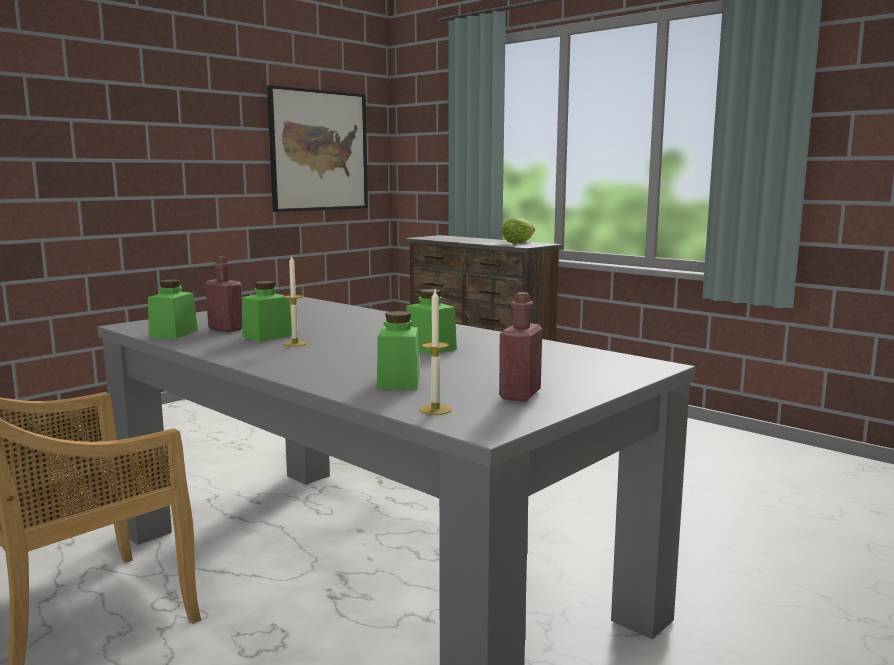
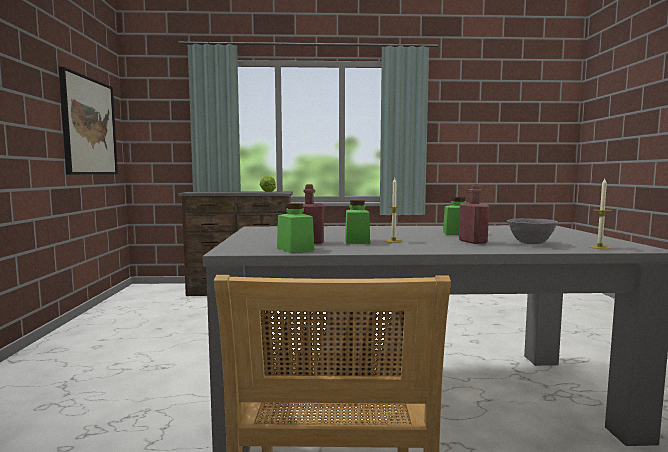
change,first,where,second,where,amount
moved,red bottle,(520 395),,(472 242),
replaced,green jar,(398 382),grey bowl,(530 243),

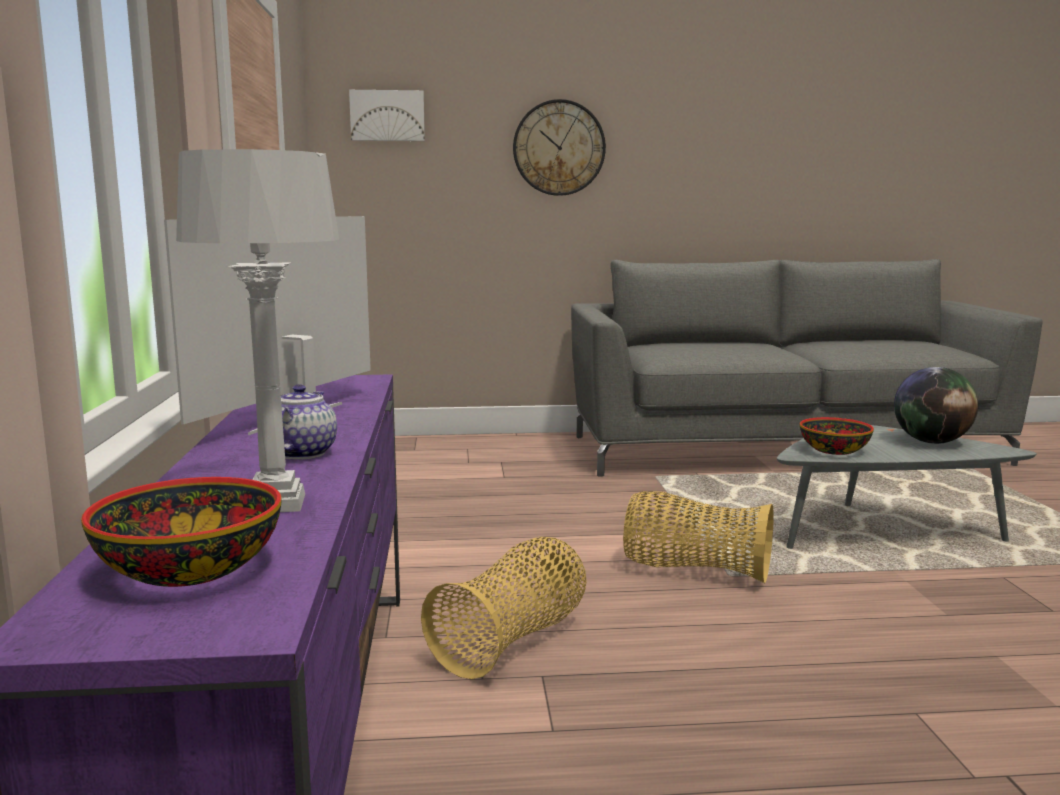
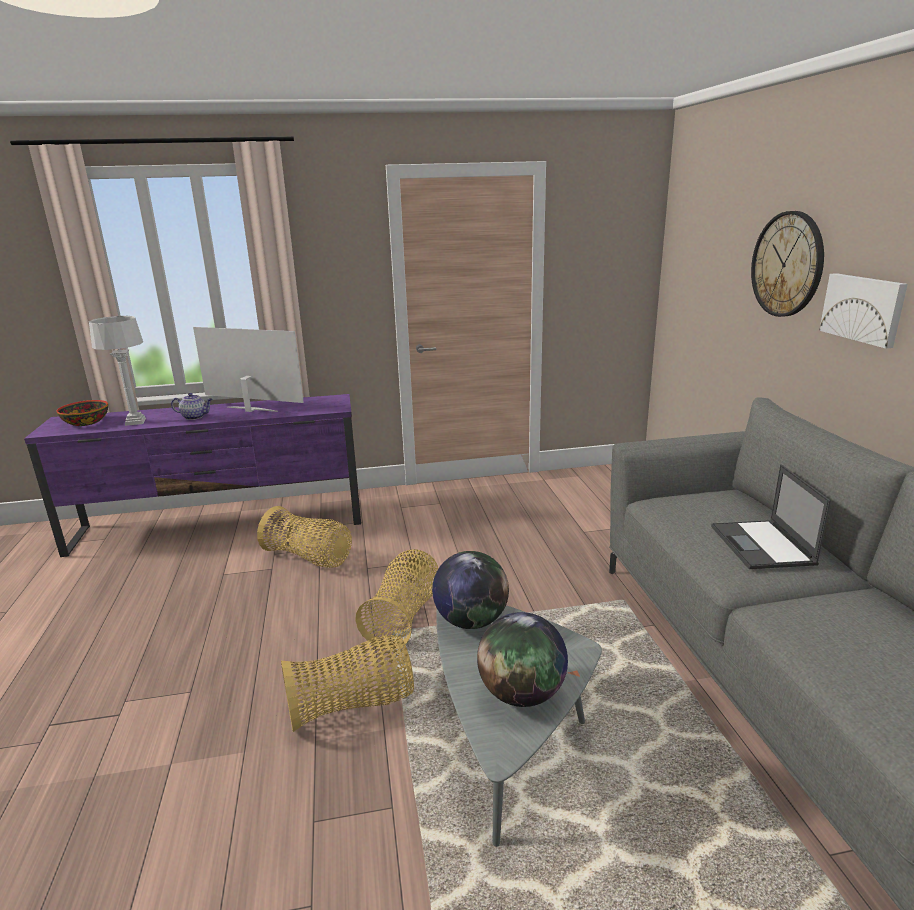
change,first,where,second,where,amount
added,,,basket,(353 705),
replaced,bowl,(834 450),globe,(471 621),
added,,,laptop,(762 545),
moved,picture,(387 116),,(863 308),

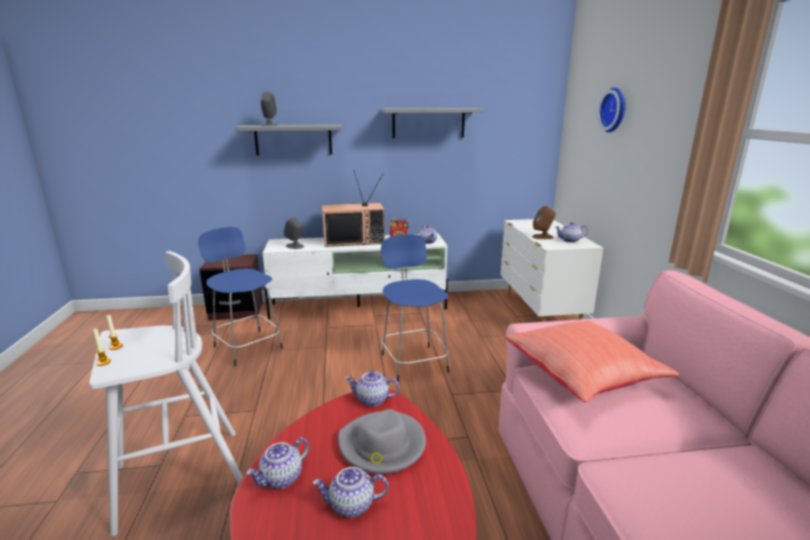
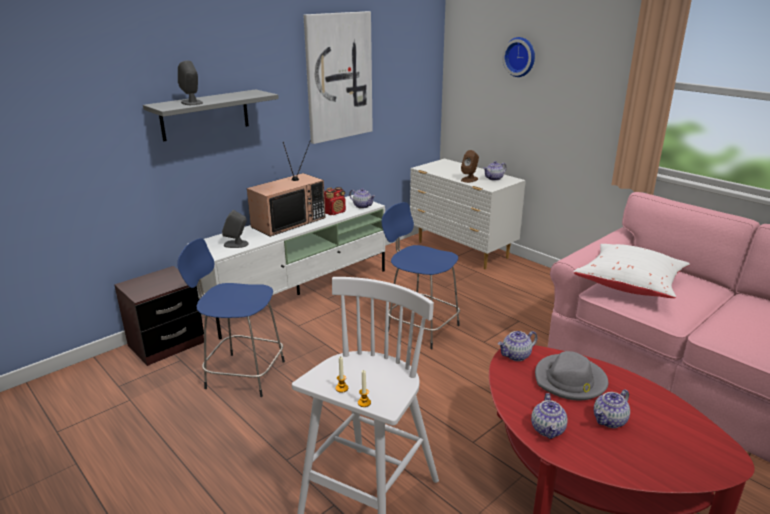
change,first,where,second,where,amount
replaced,grey shelf,(428 123),picture,(338 77),
recoloured,red pillow,(583 376),white pillow,(630 285),

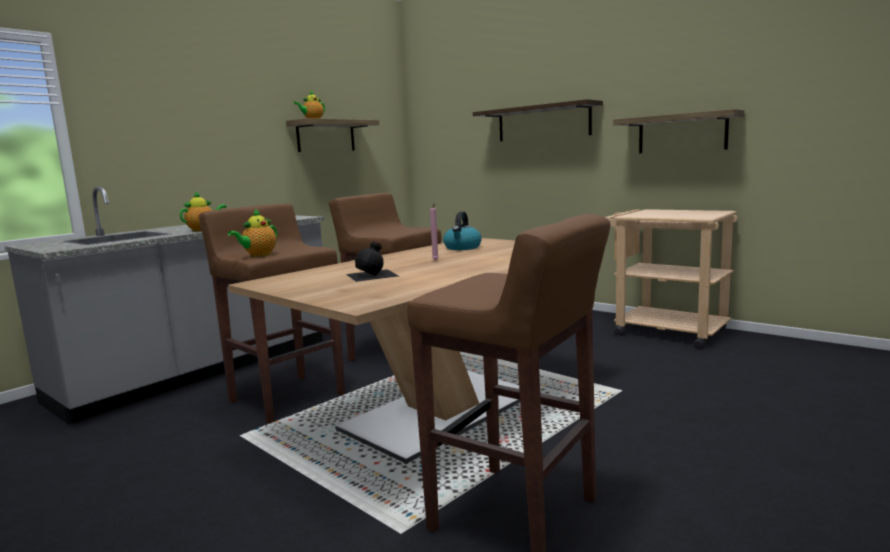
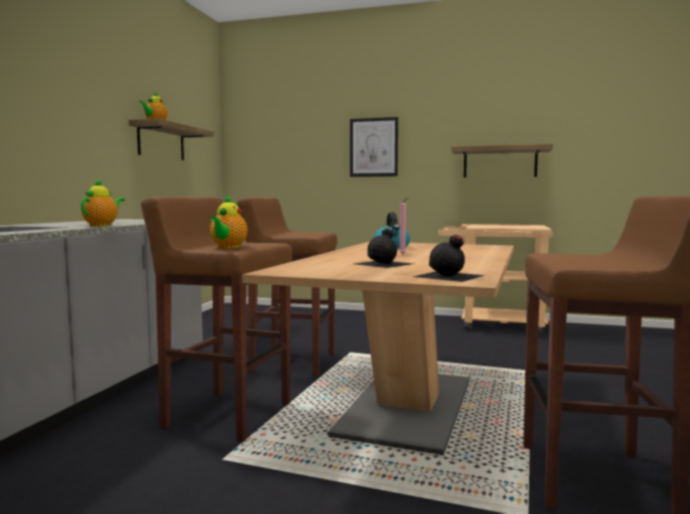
change,first,where,second,where,amount
replaced,shelf,(543 122),picture,(374 147),
added,,,black bottle,(449 276),

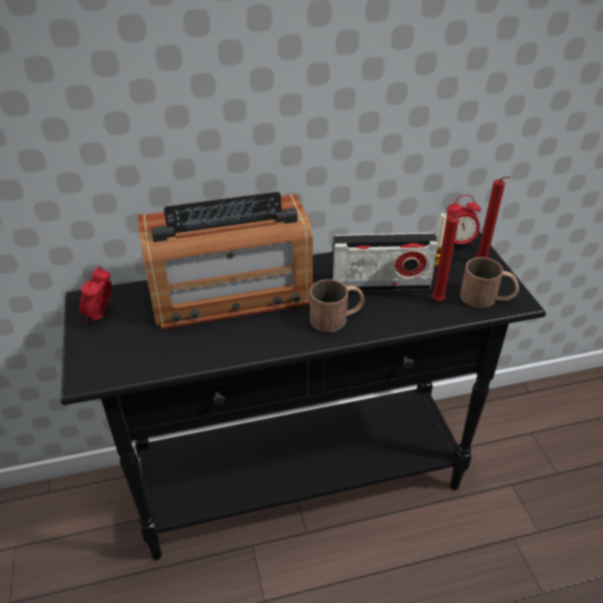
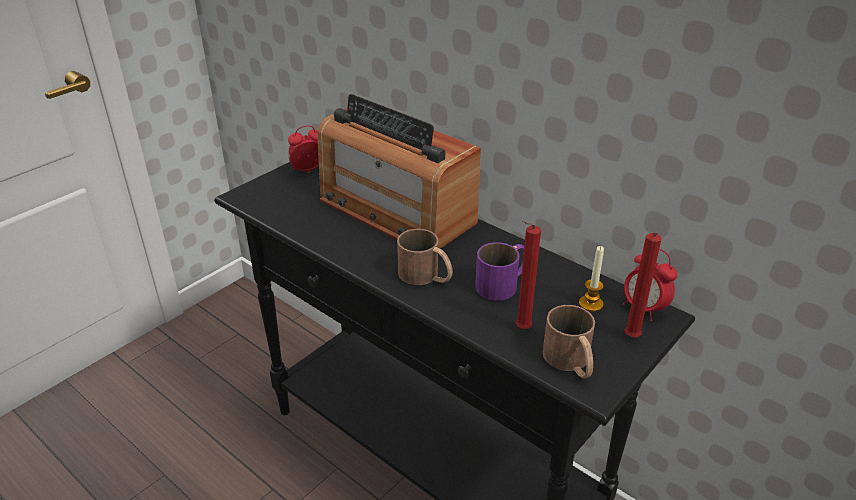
change,first,where,second,where,amount
replaced,radio,(380 284),purple mug,(503 283),

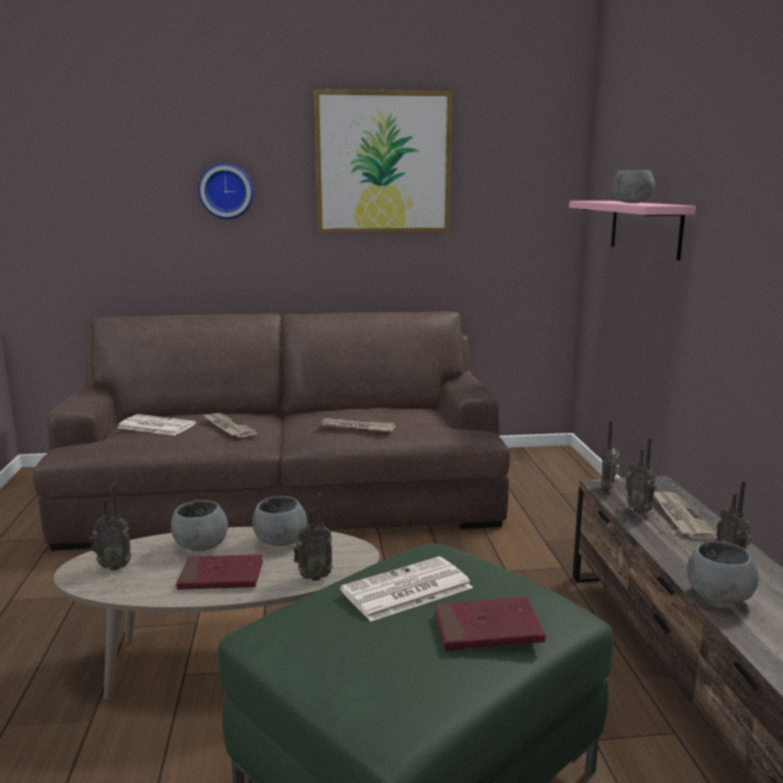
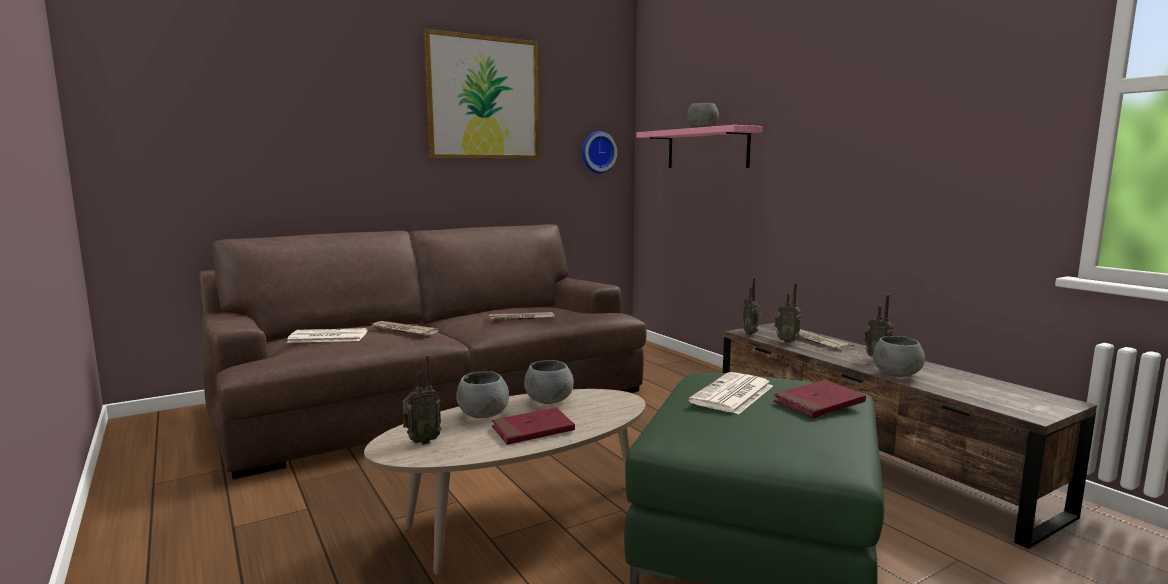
change,first,where,second,where,amount
moved,wall clock,(226 191),,(597 152),
removed,radio,(313 577),,,

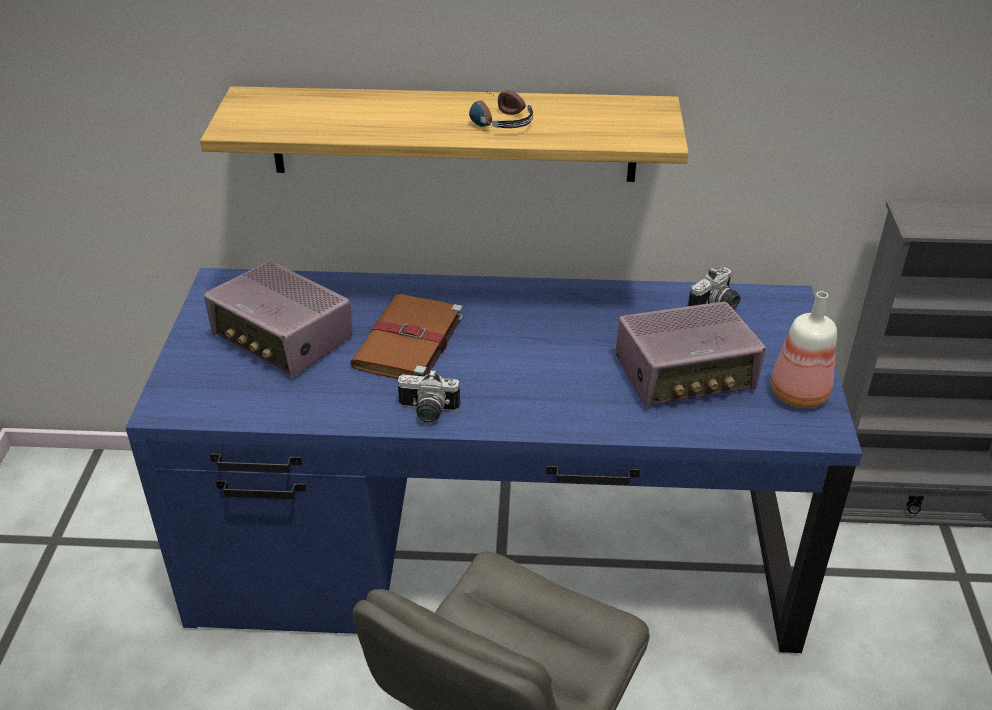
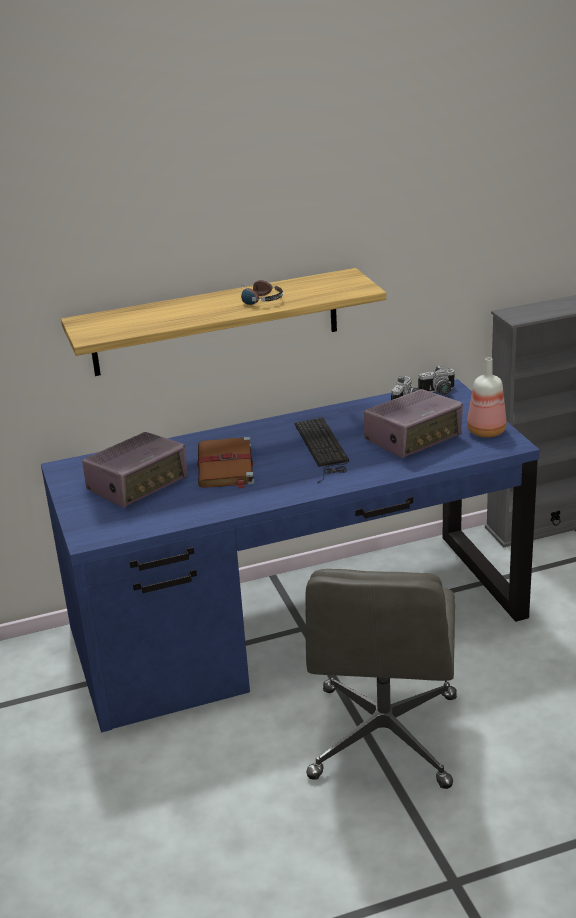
change,first,where,second,where,amount
turned,radio,(283 339),,(138 485),60 degrees counterclockwise
added,,,keyboard,(322 448),
moved,photo camera,(427 412),,(439 392),

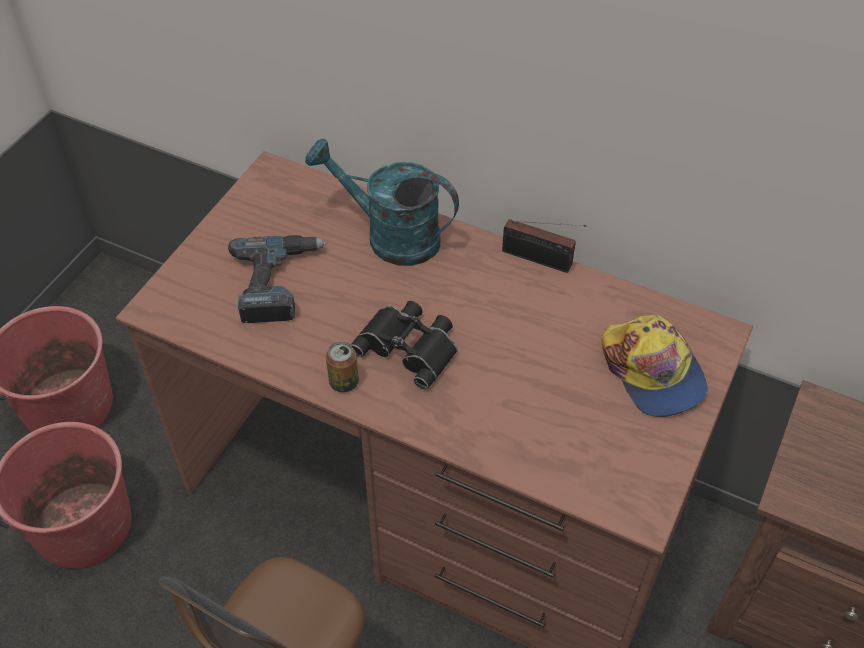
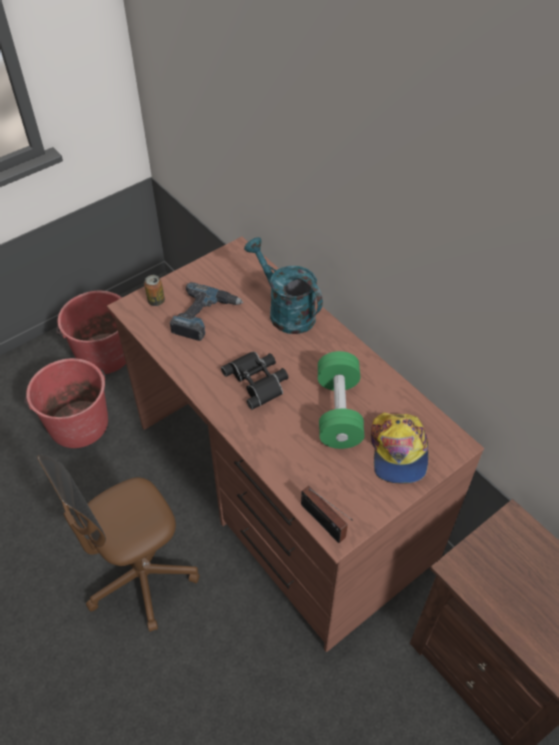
change,first,where,second,where,amount
moved,can,(344 382),,(156 301),
moved,radio,(540 260),,(324 524),
added,,,green dumbbell,(338 411),

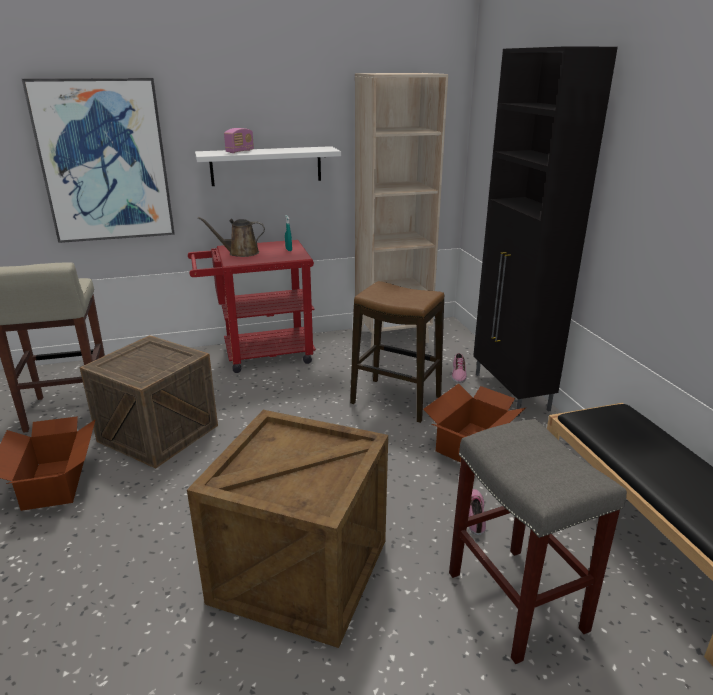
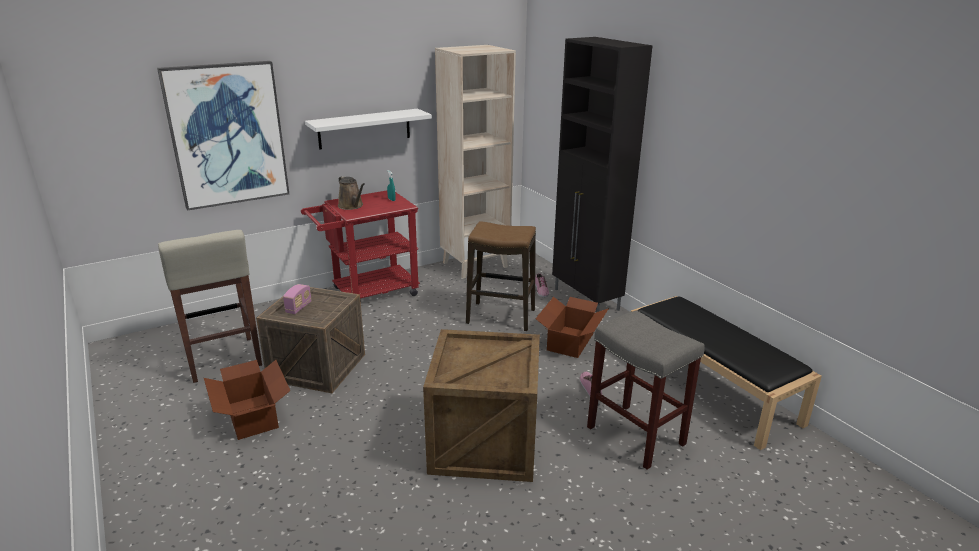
change,first,where,second,where,amount
moved,radio,(240 151),,(298 308),
turned,brown watering can,(240 253),,(352 206),105 degrees counterclockwise

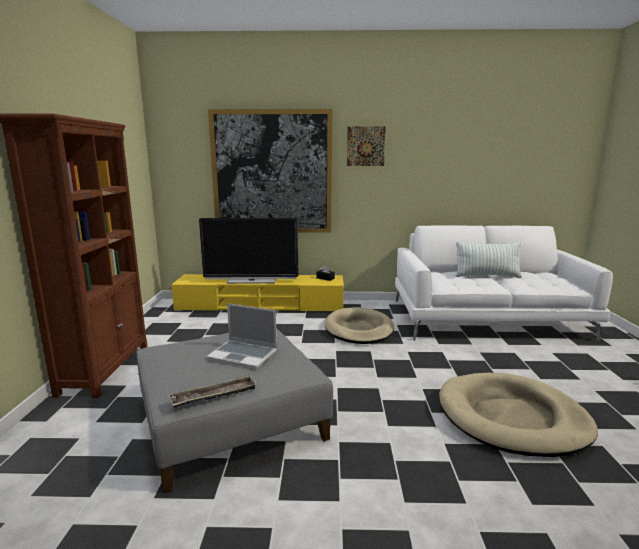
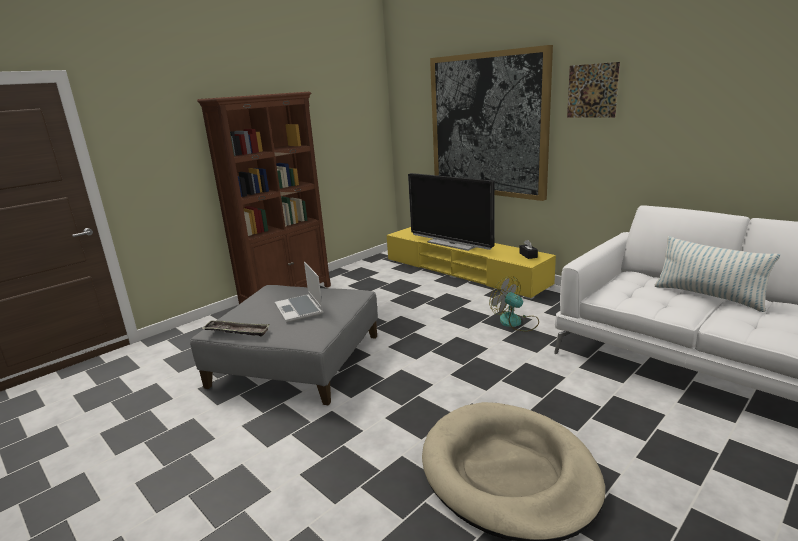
change,first,where,second,where,amount
replaced,beige dog bed,(358 329),fan,(515 322),

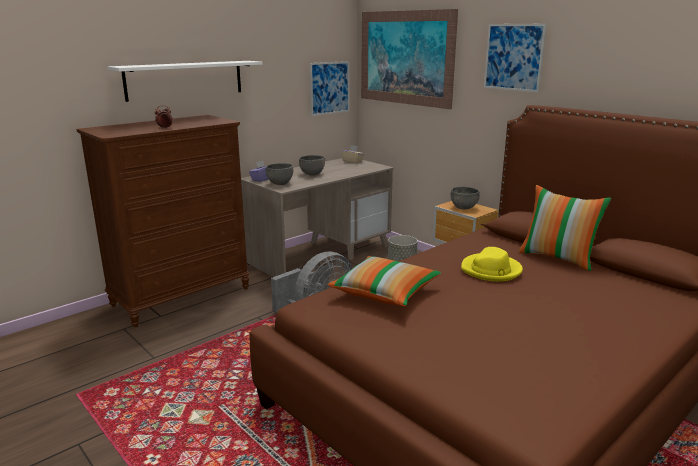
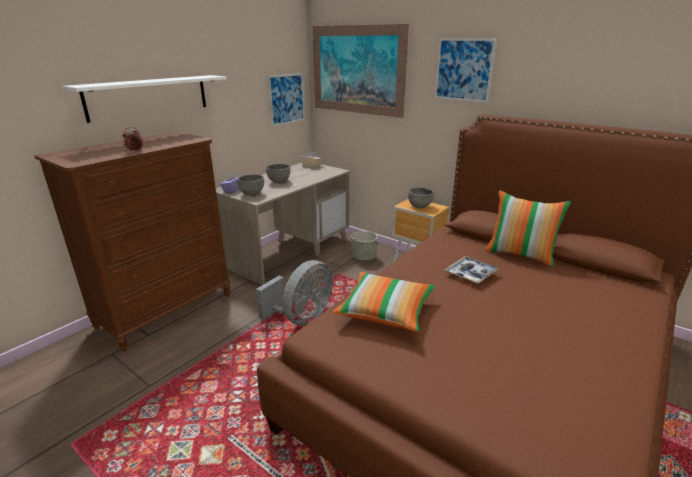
change,first,where,second,where,amount
replaced,yellow hat,(491 270),tray,(470 274),

